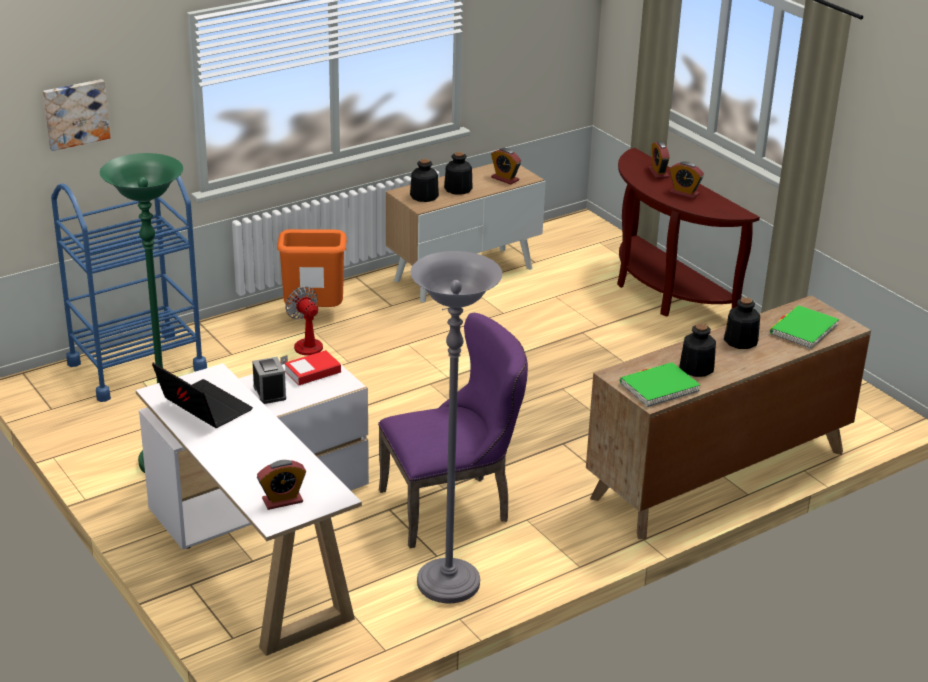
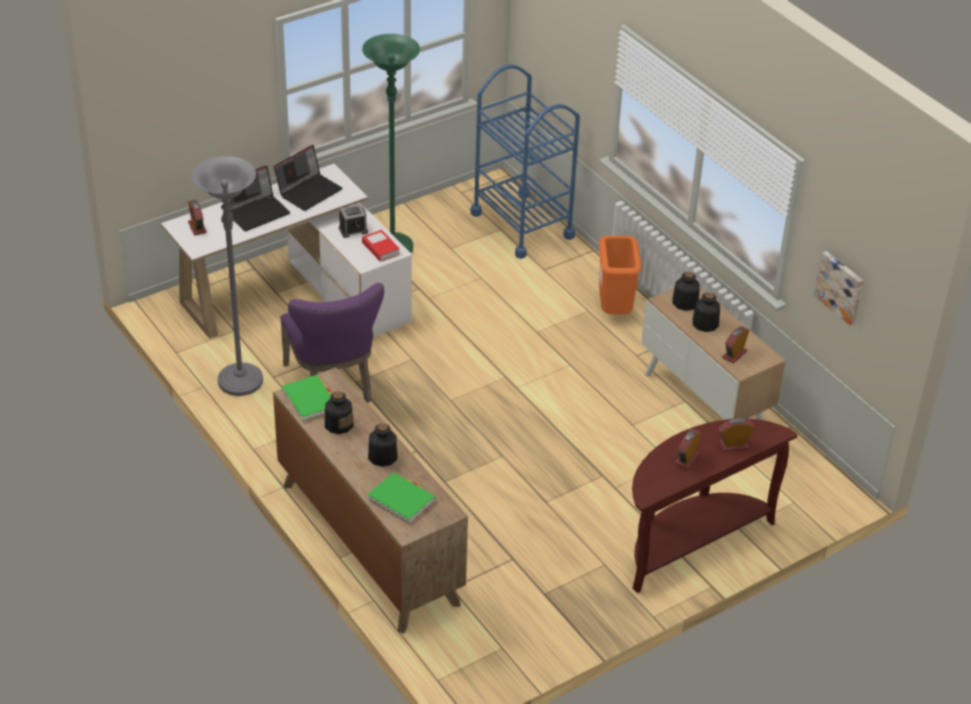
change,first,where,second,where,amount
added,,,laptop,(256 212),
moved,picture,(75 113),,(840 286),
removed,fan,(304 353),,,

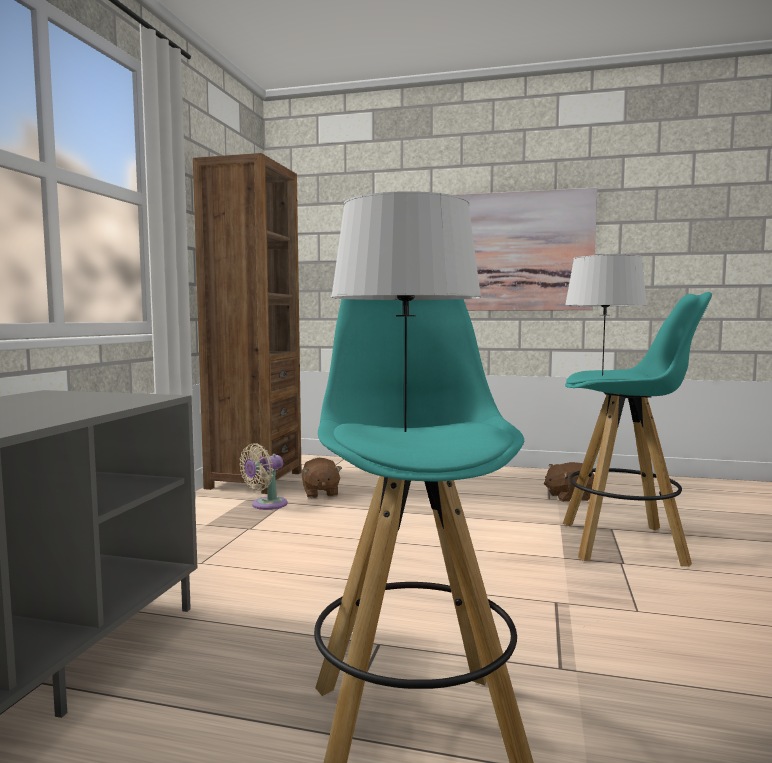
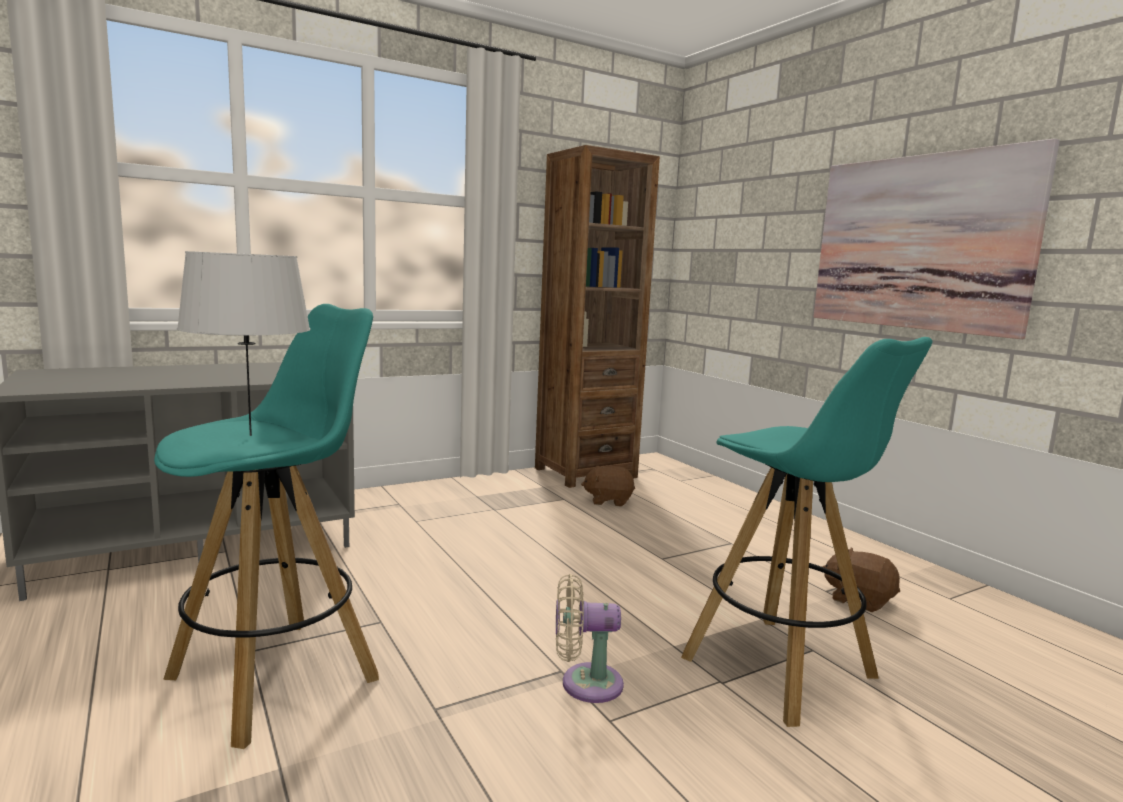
change,first,where,second,where,amount
moved,beige fan,(266 505),,(585 683),
turned,brown plush toy,(320 493),,(608 501),60 degrees clockwise
removed,grey table lamp,(602 375),,,

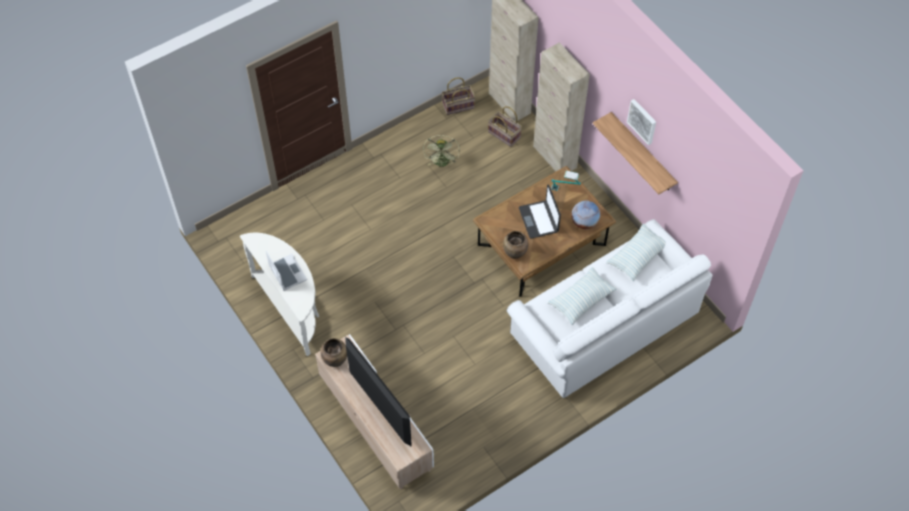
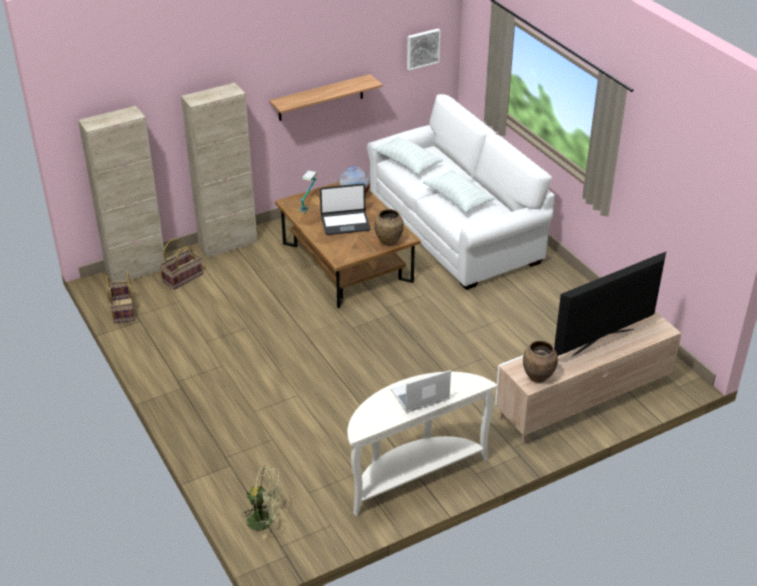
change,first,where,second,where,amount
moved,green fan,(442 163),,(265 521),
moved,picture,(643 121),,(422 48),

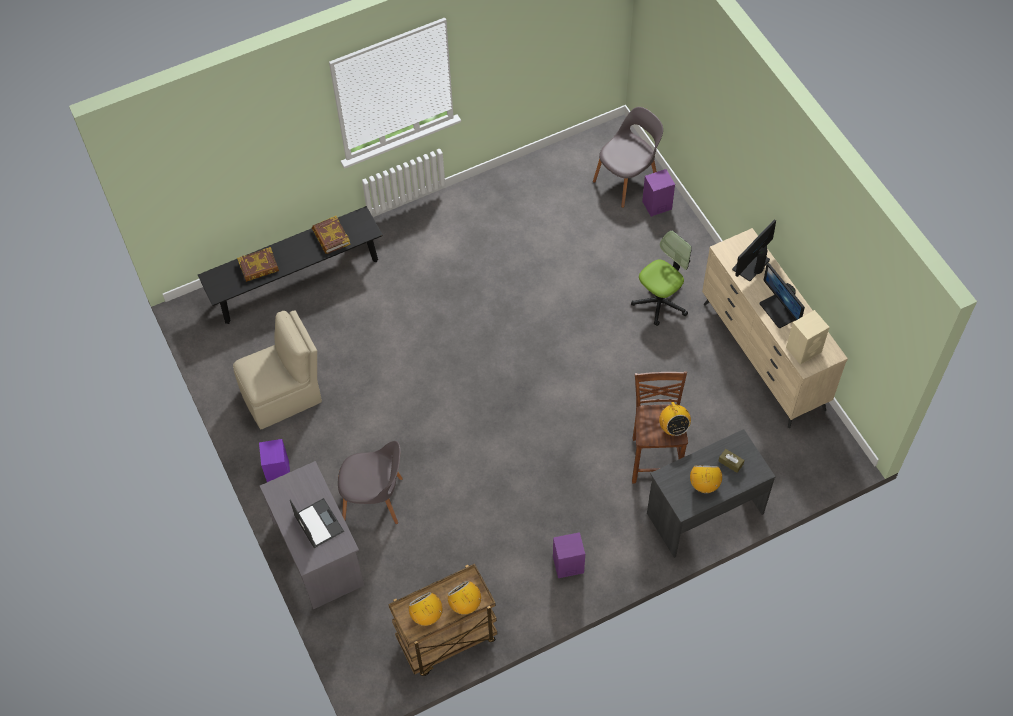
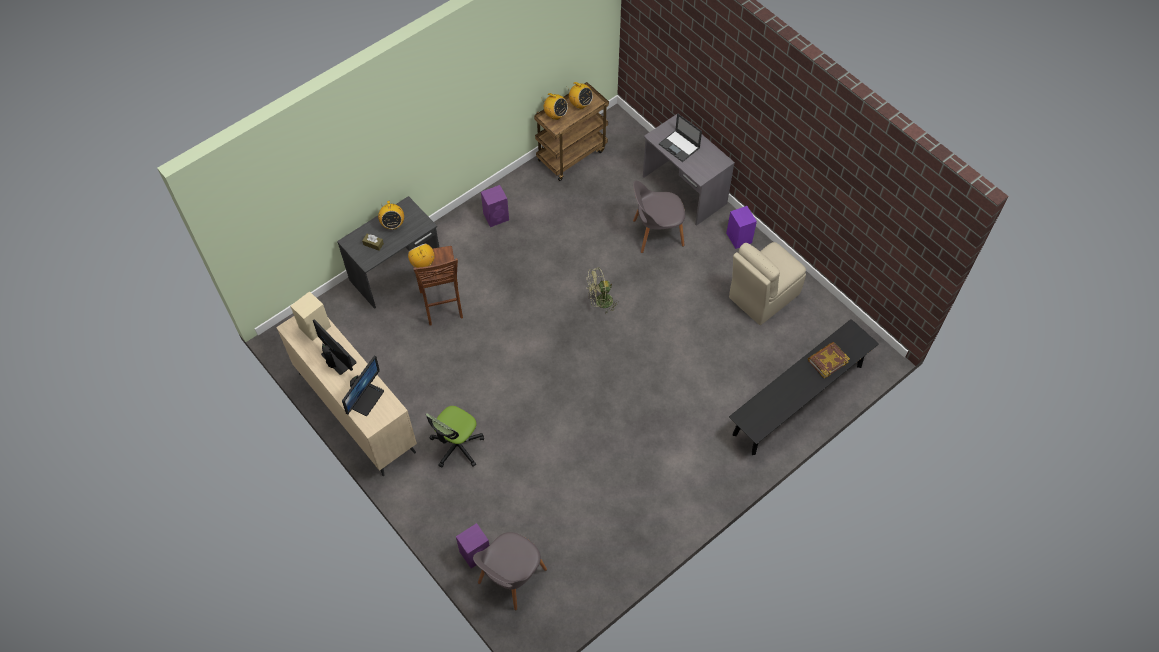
change,first,where,second,where,amount
added,,,green fan,(600 302),
removed,book,(331 237),,,

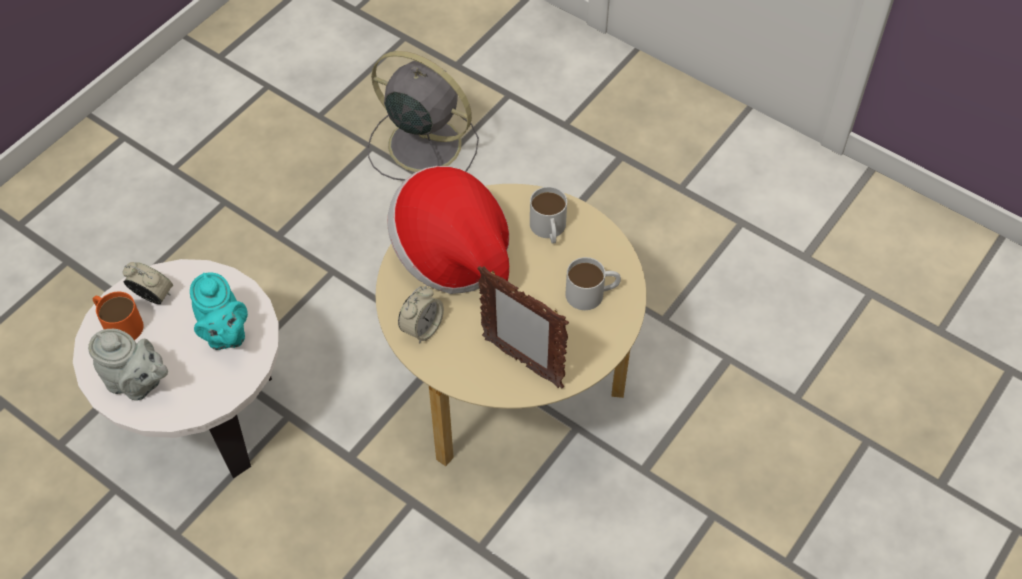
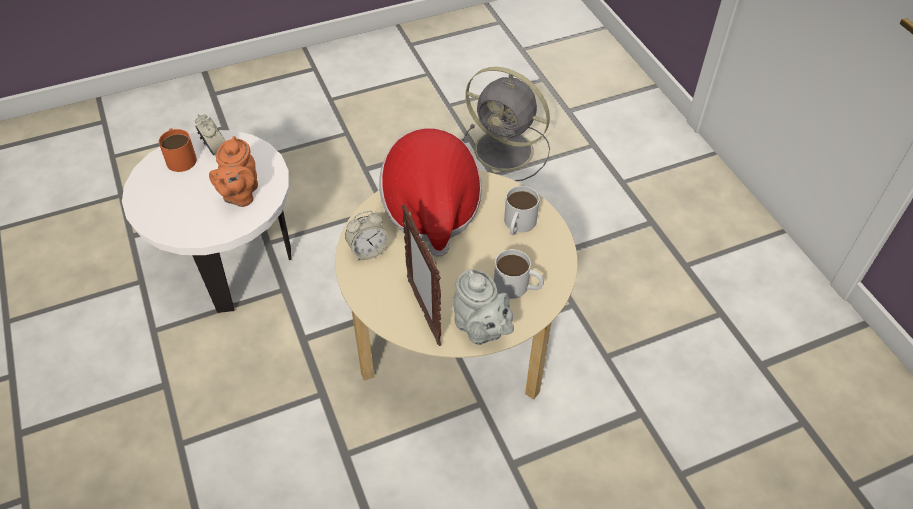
change,first,where,second,where,amount
recoloured,turquoise teapot,(224 334),orange teapot,(239 195),
moved,grey teapot,(137 384),,(481 330),
turned,grey fan,(421 143),,(506 151),150 degrees clockwise

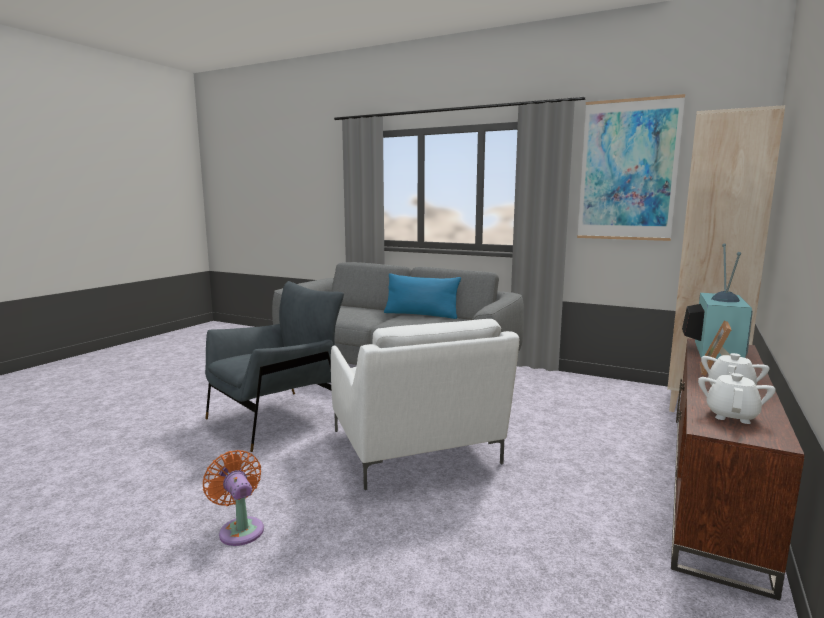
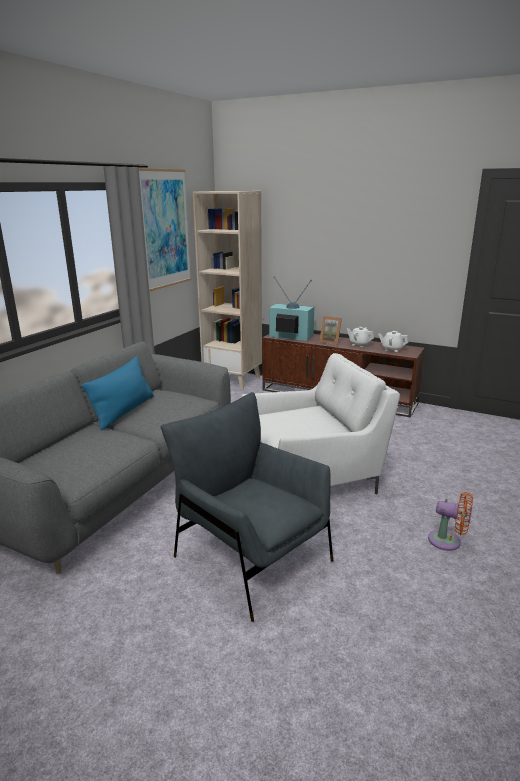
change,first,where,second,where,amount
turned,orange fan,(240 529),,(448 541),120 degrees counterclockwise

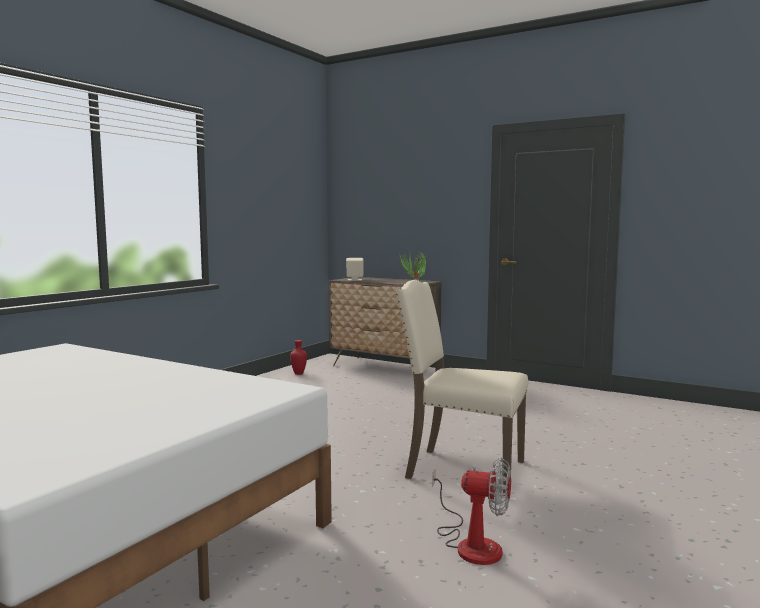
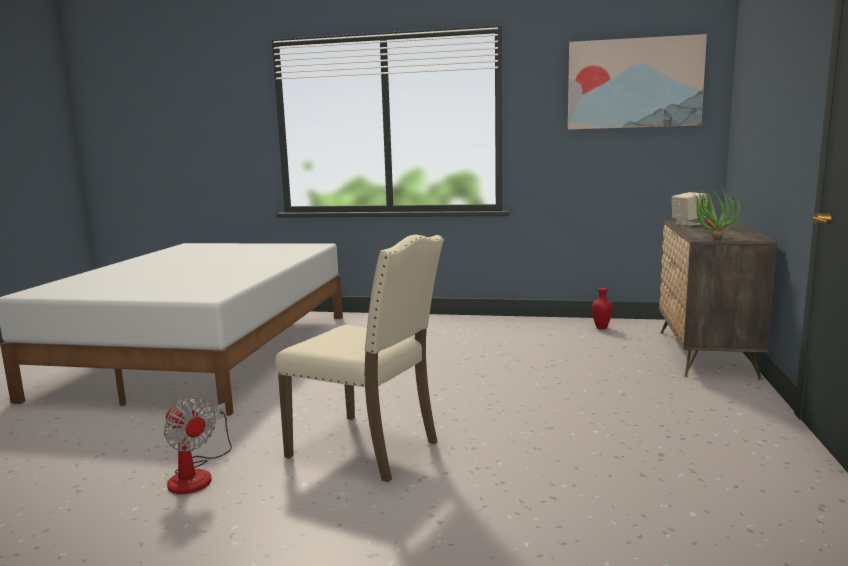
change,first,where,second,where,amount
turned,fan,(471 543),,(197 474),45 degrees counterclockwise
turned,beige chair,(462 470),,(367 448),120 degrees clockwise
added,,,picture,(634 83),

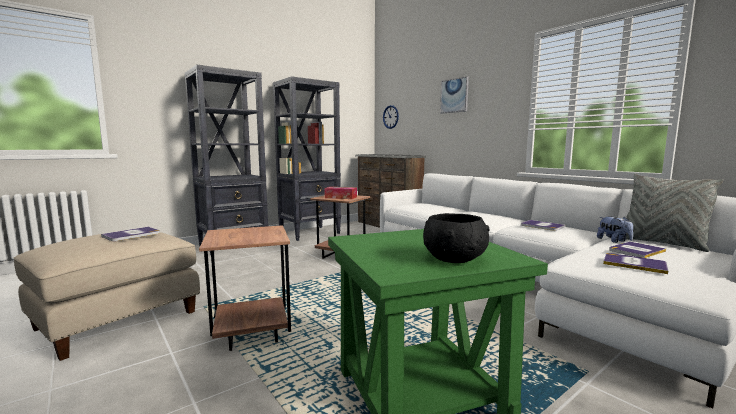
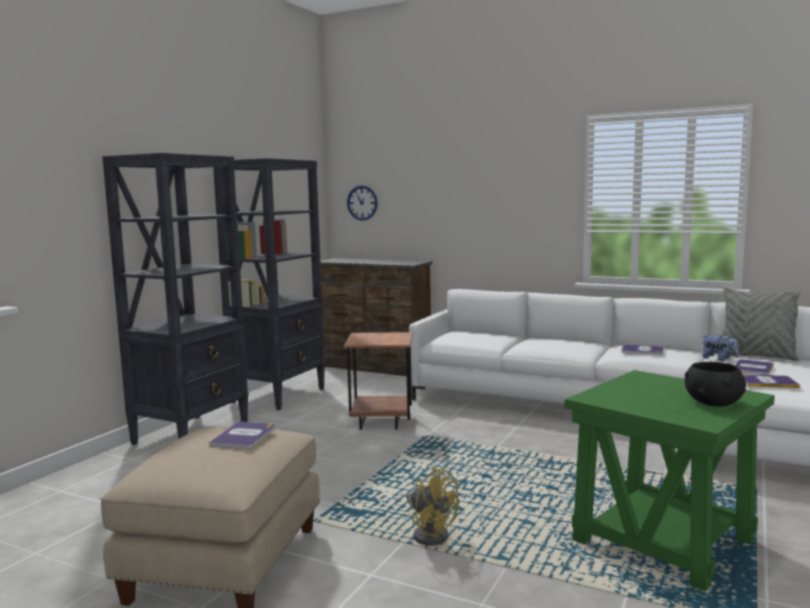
change,first,where,second,where,amount
replaced,brown side table,(252 334),yellow fan,(430 534),
removed,tissue box,(341 197),,,
removed,picture,(454 95),,,

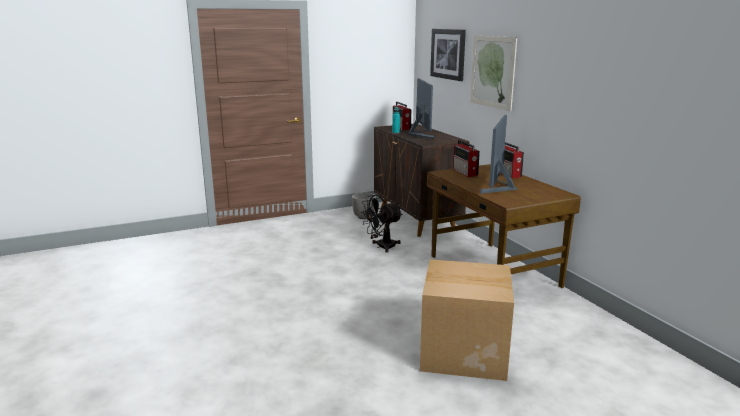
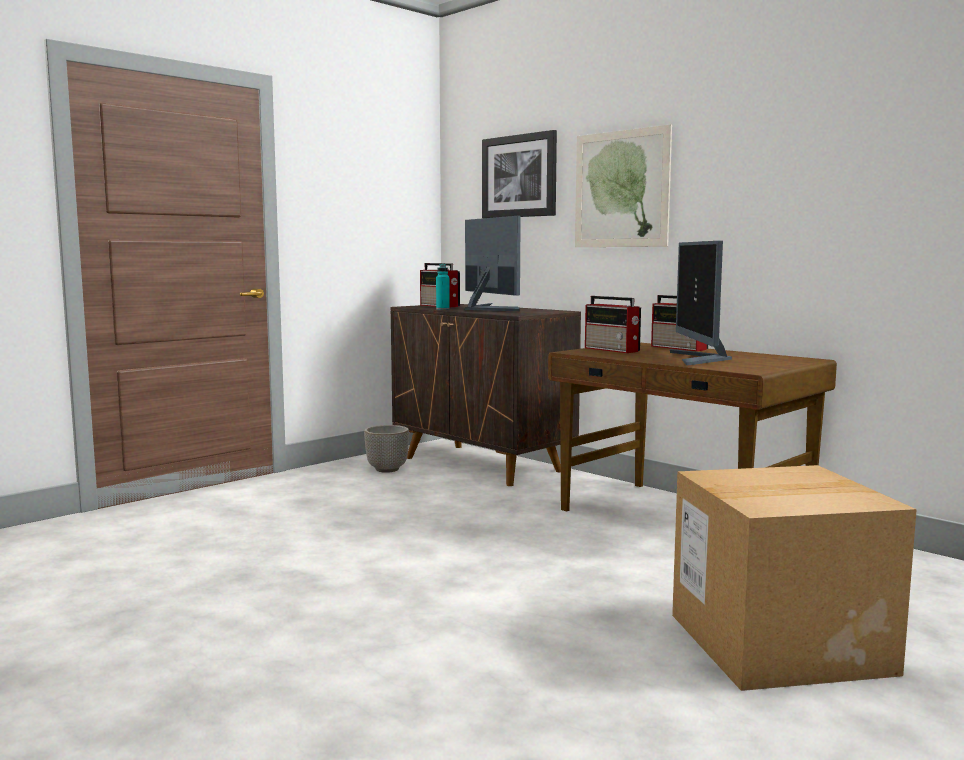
change,first,where,second,where,amount
removed,black fan,(381 247),,,

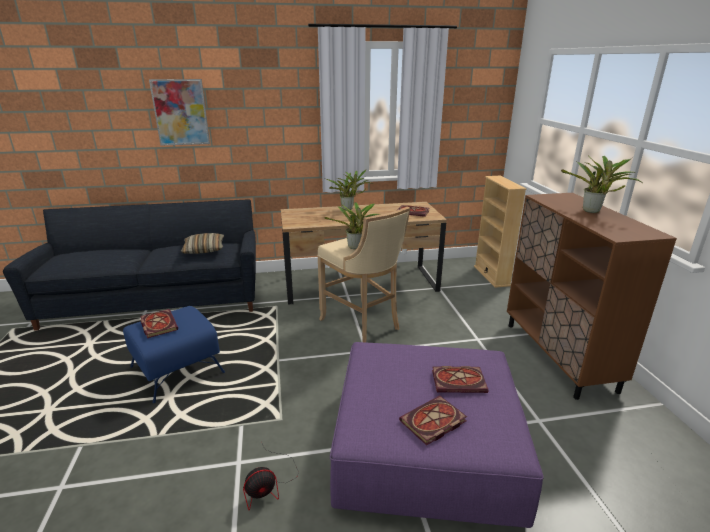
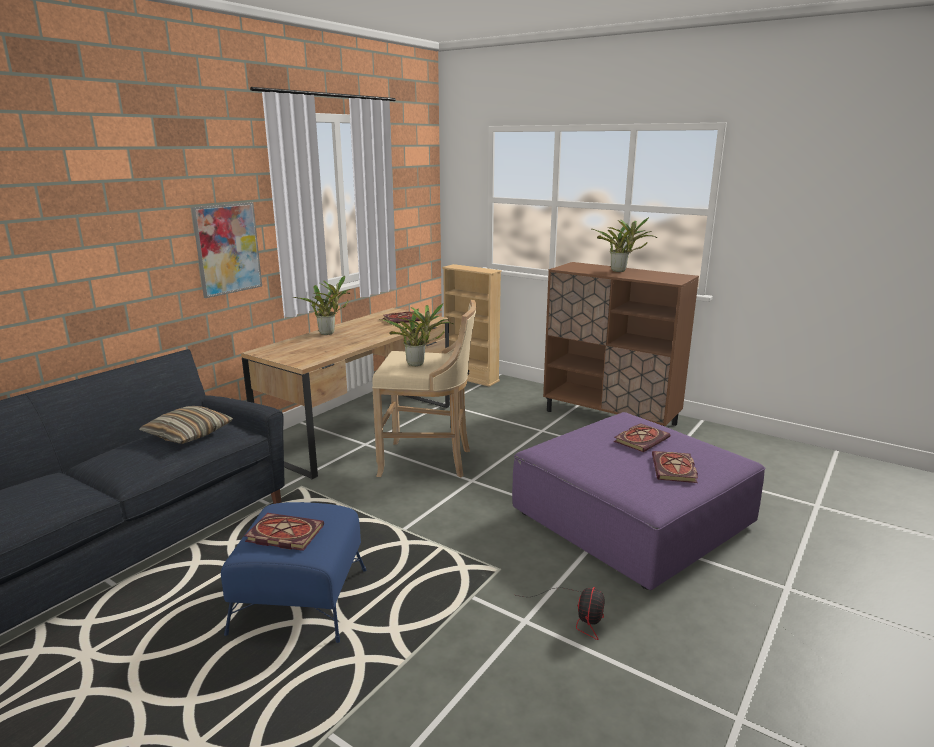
change,first,where,second,where,amount
moved,picture,(180 112),,(227 249),

